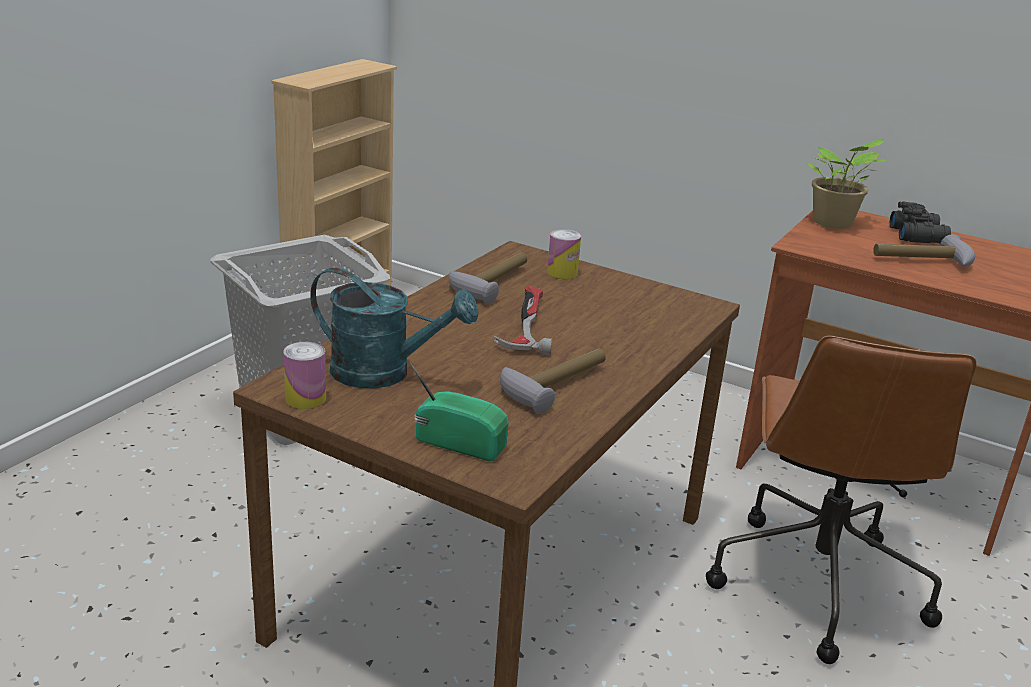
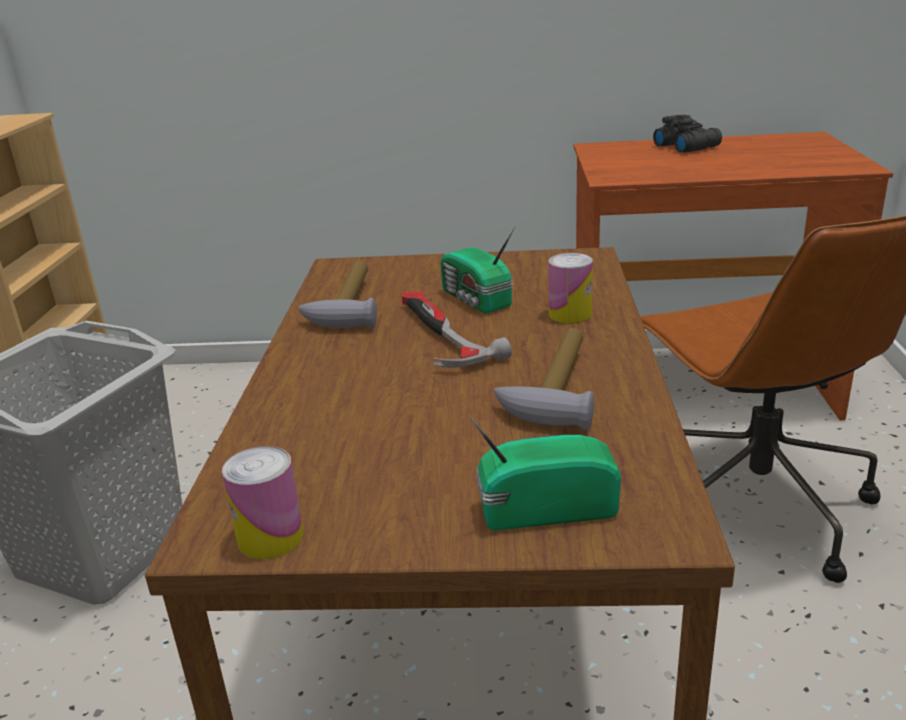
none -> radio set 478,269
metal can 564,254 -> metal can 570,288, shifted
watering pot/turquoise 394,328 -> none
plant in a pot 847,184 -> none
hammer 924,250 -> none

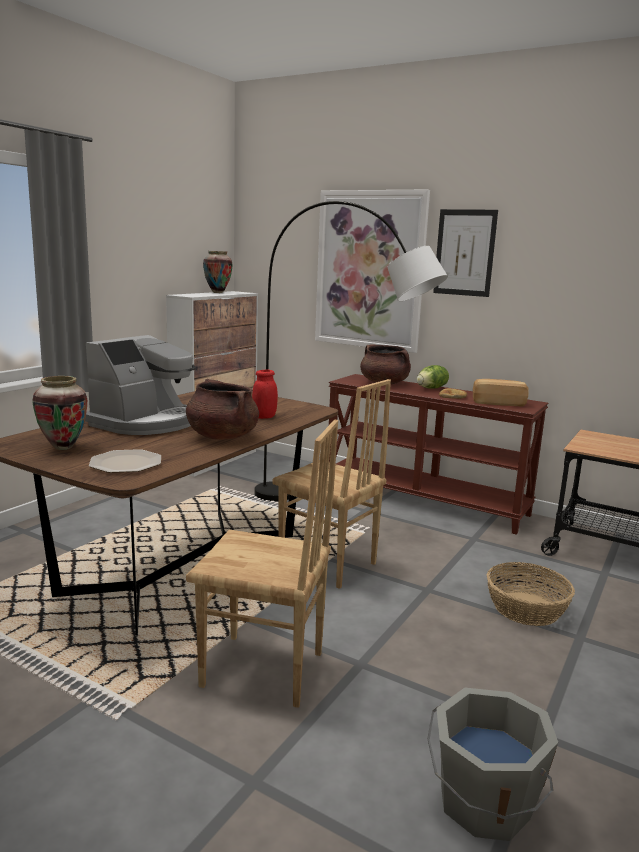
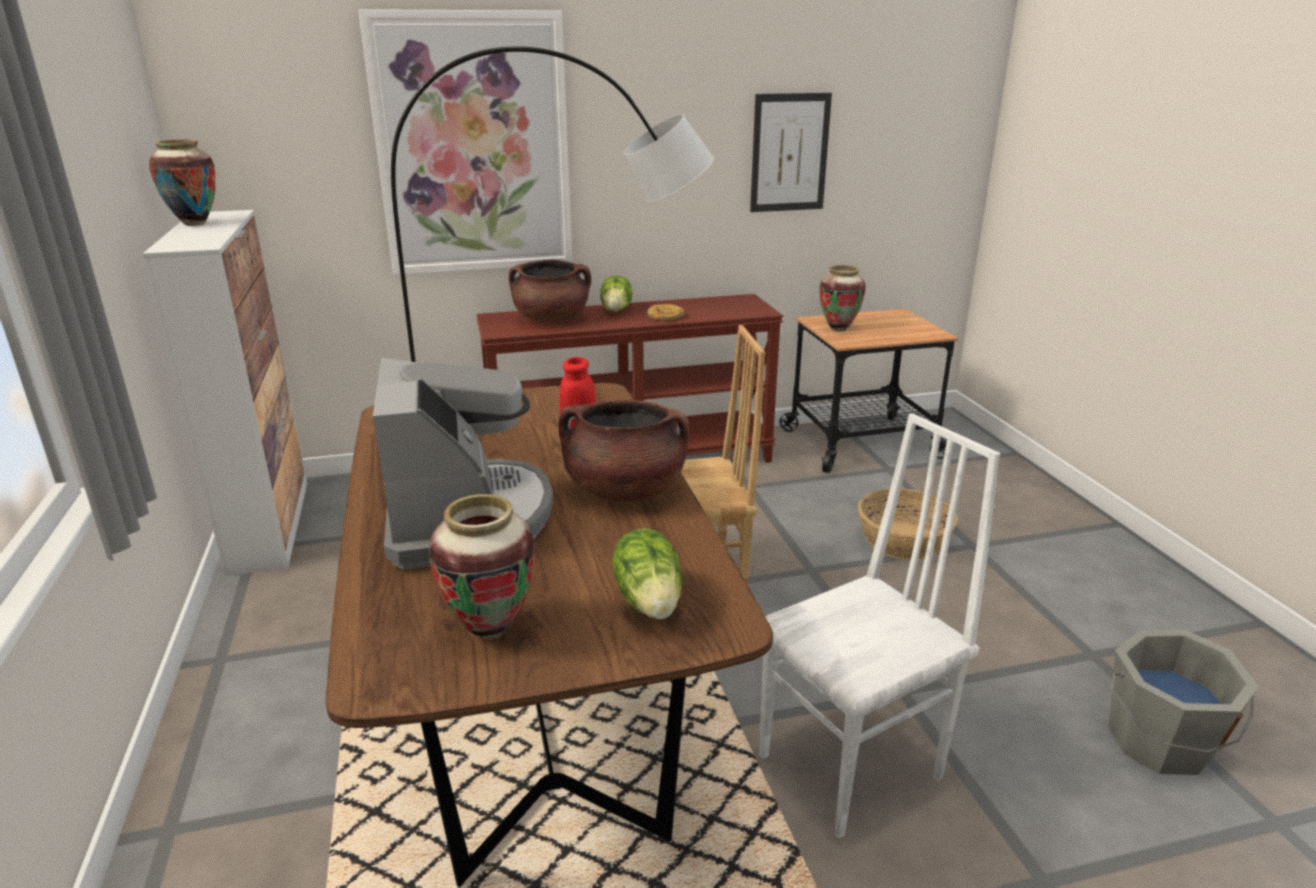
dinner plate 125,461 -> head of lettuce 647,573
wall art 465,253 -> wall art 791,152, shifted
upright chair/brown 262,564 -> upright chair/white-coloured 879,625
none -> decorative vase 843,298
baked bread 500,392 -> none

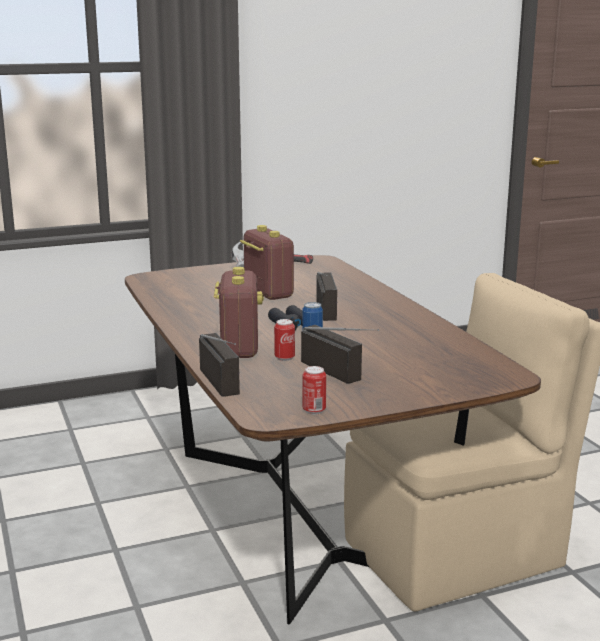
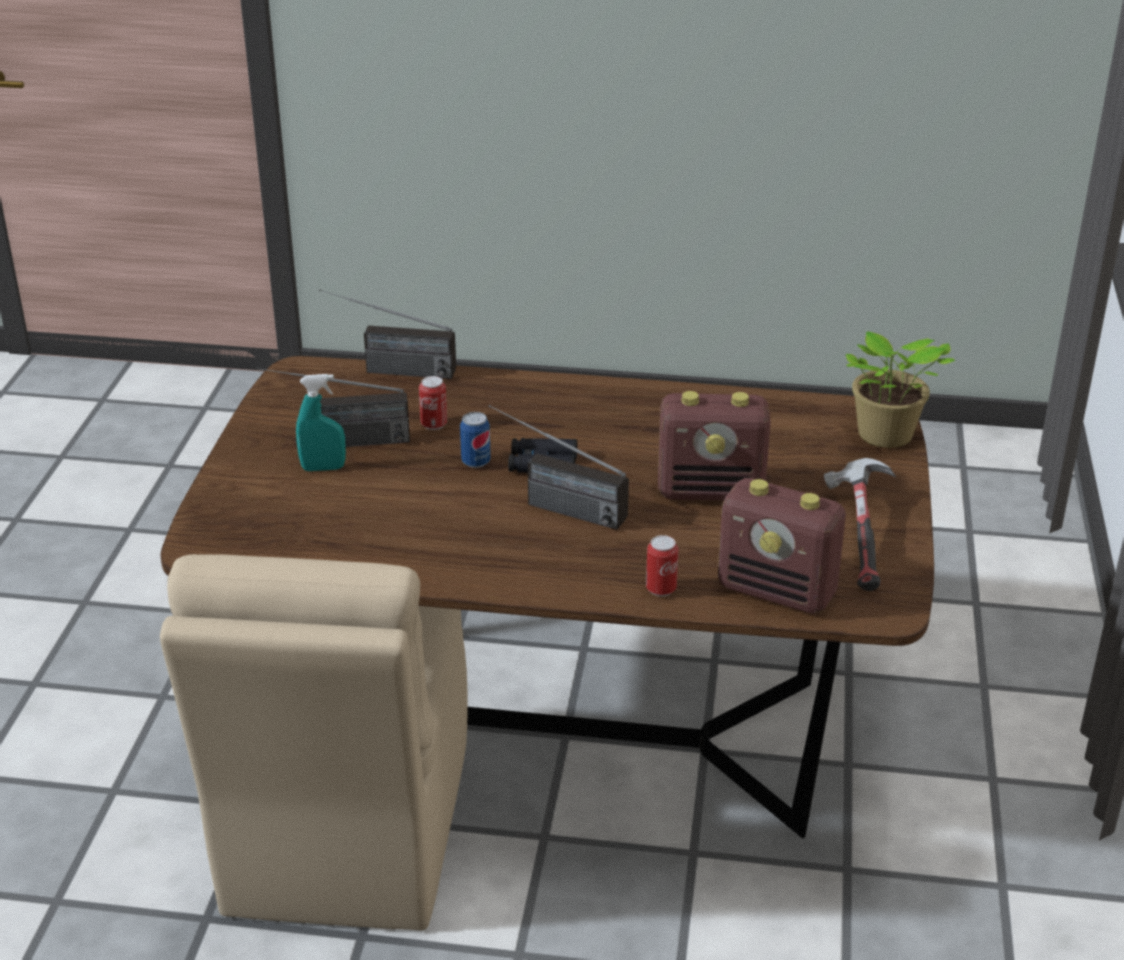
none -> sprayer/turquoise 321,422
metal can 314,390 -> metal can 662,566, shifted
radio set 239,312 -> radio set 782,546, shifted
none -> plant in a pot 900,389

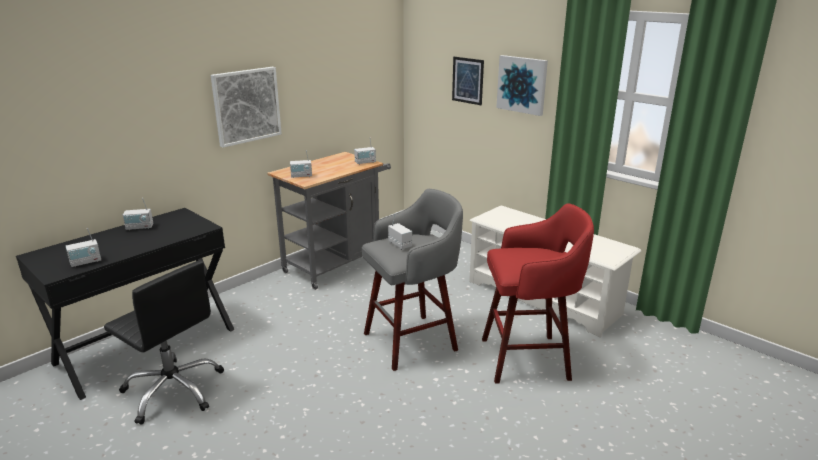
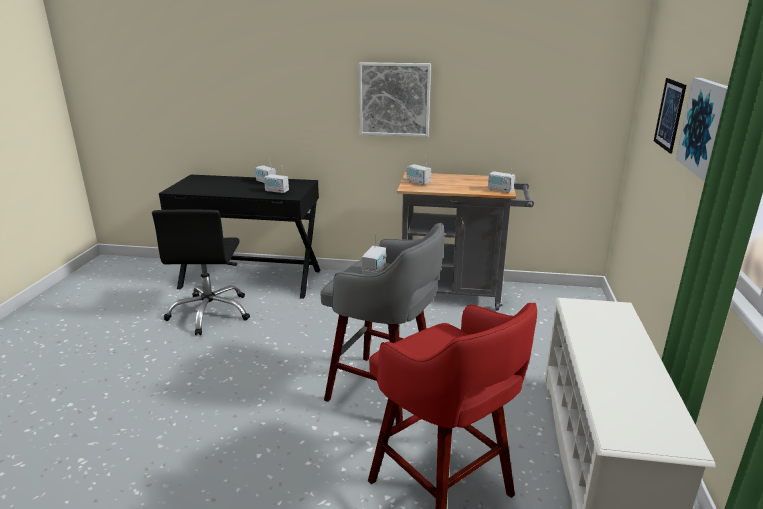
radio set 83,247 -> radio set 276,179, shifted

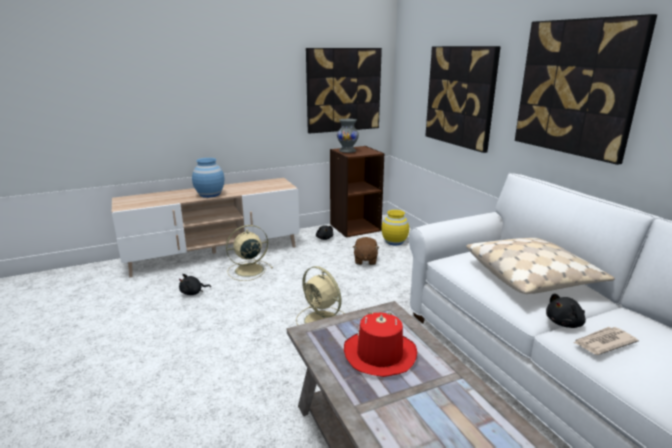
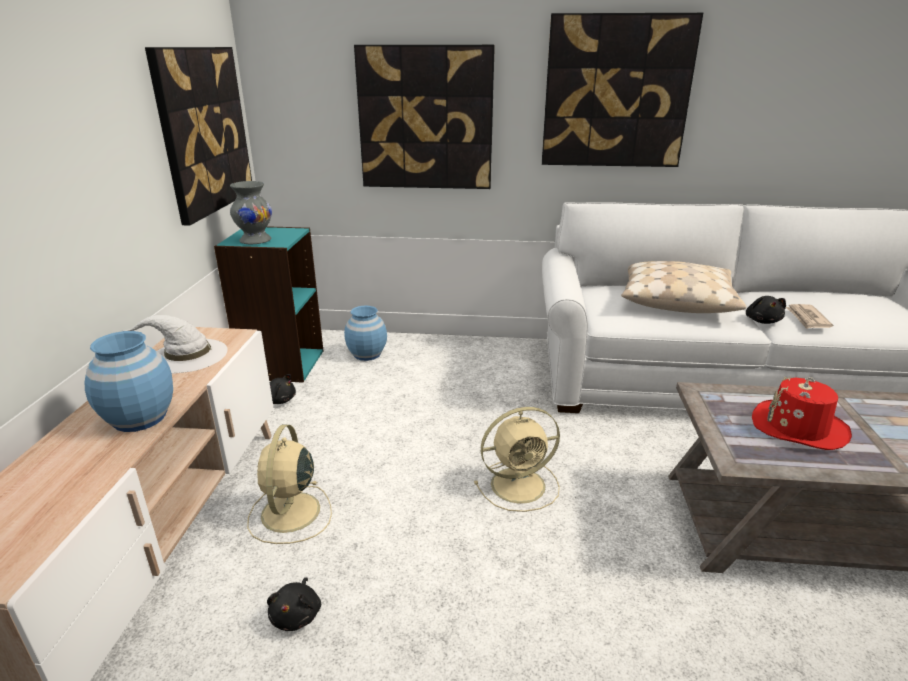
none -> clothing hat/white-coloured 174,344
shelving unit/brown 357,192 -> shelving unit/turquoise 269,304
decorative vase/yellow-coloured 395,227 -> decorative vase/blue-coloured 365,333
plush toy/brown 366,251 -> none

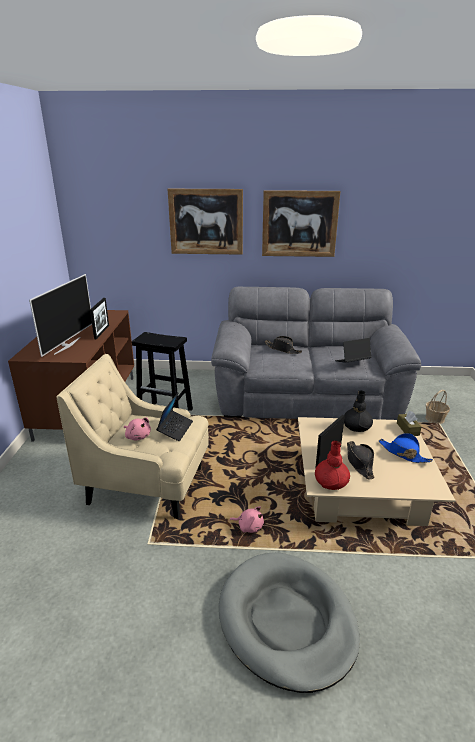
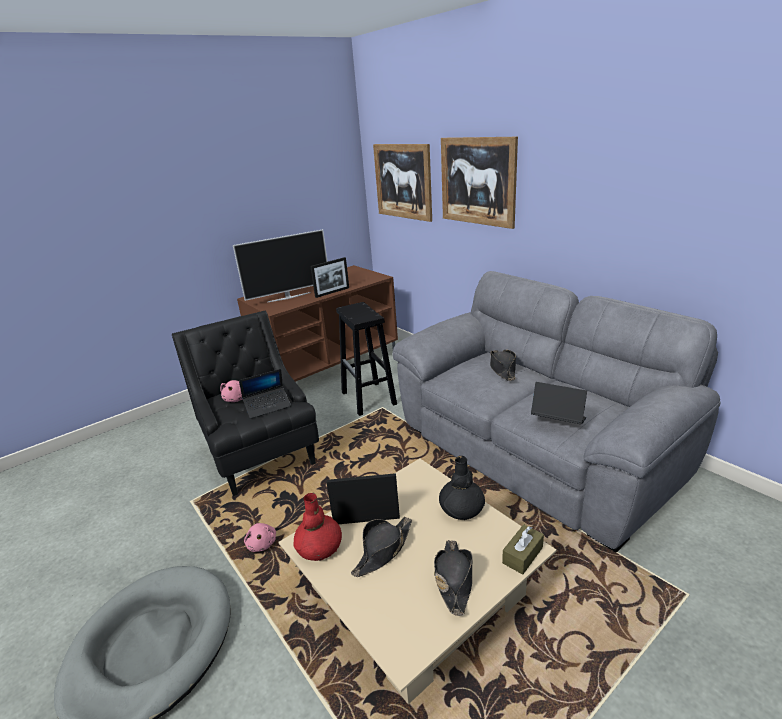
lounge chair/beige-coloured 132,436 -> lounge chair/black-coloured 245,403
wall art 301,223 -> wall art 402,183, shifted
clothing hat/blue-coloured 406,448 -> clothing hat/black-coloured 453,578
household basket 437,407 -> none

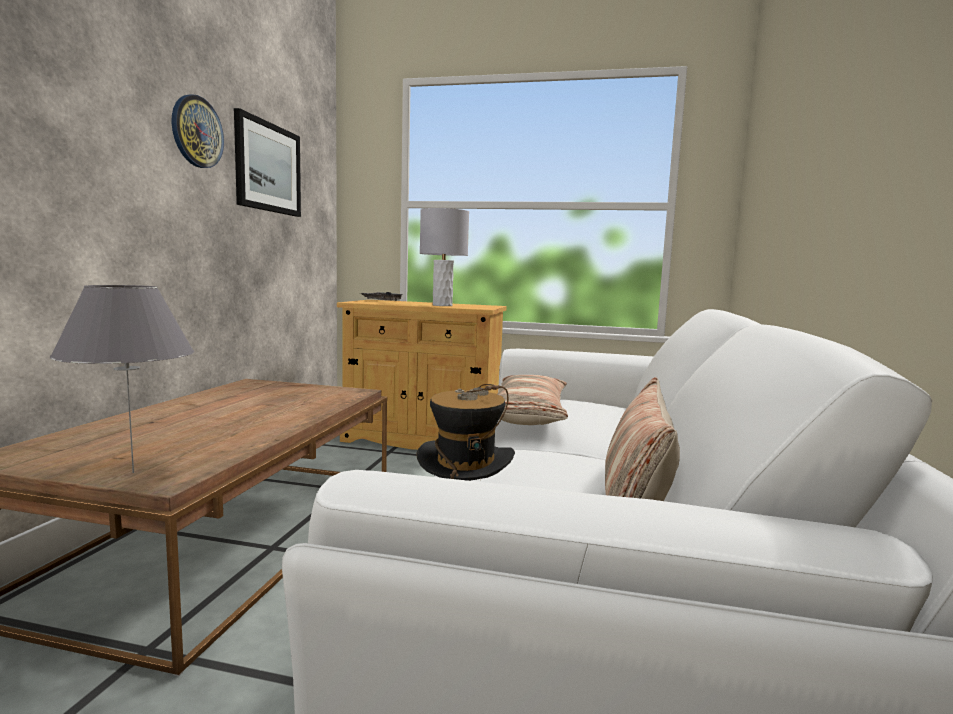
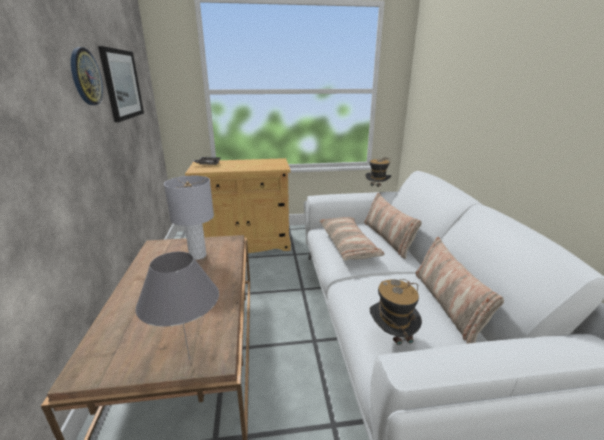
tabletop lamp/gray 444,257 -> tabletop lamp/gray 189,218, shifted
none -> pillow 393,226
none -> clothing hat 378,172

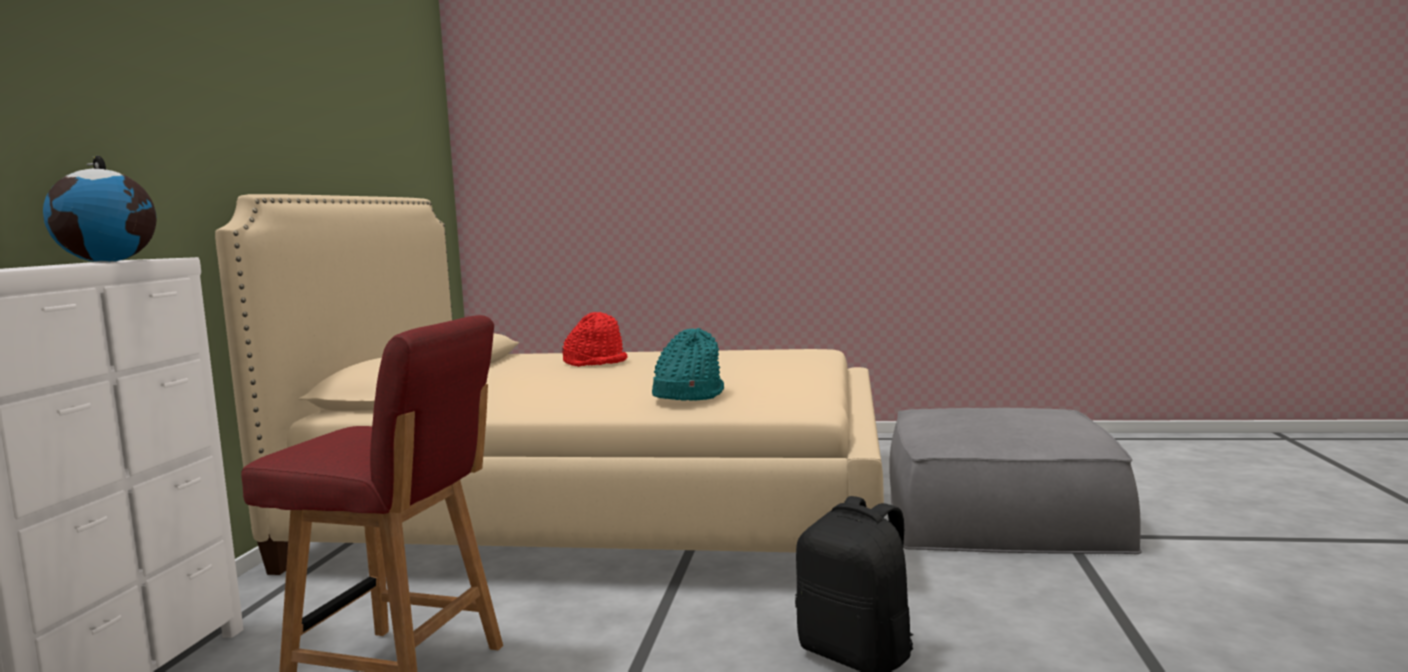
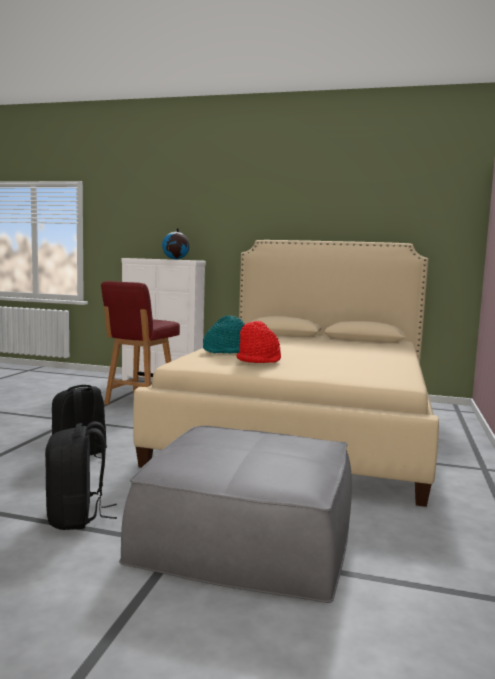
none -> knapsack/black-coloured 81,475
clothing hat/red 594,339 -> clothing hat/red 258,342, shifted

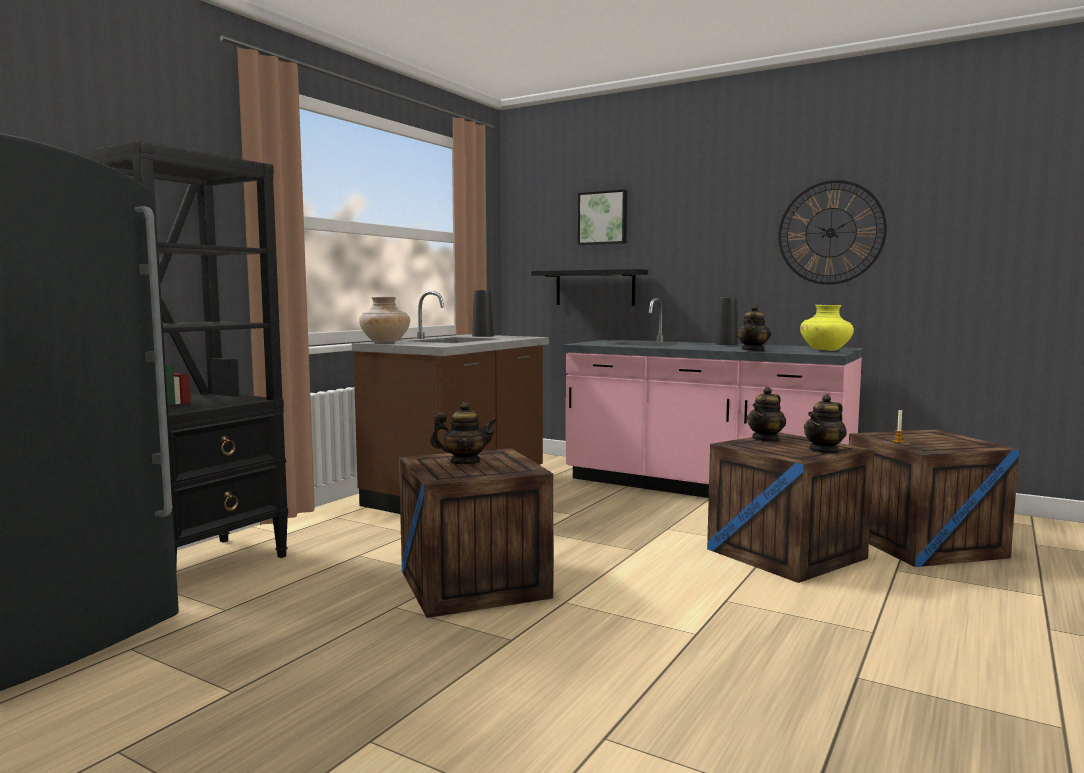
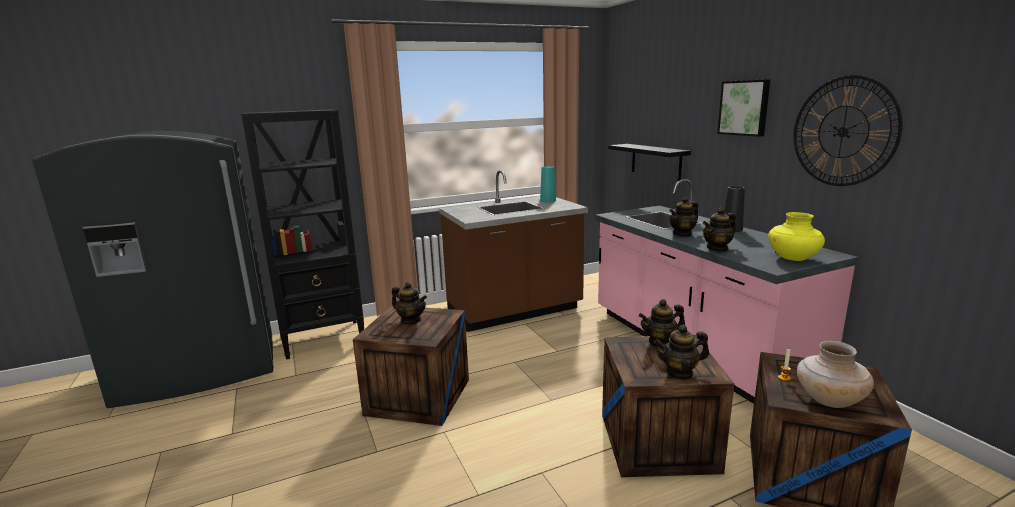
decorative vase/black-coloured 483,313 -> decorative vase/turquoise 548,184
none -> tea pot 683,217
wall art 602,217 -> wall art 743,108, shifted
decorative vase/beige-coloured 384,320 -> decorative vase/beige-coloured 835,374, shifted

